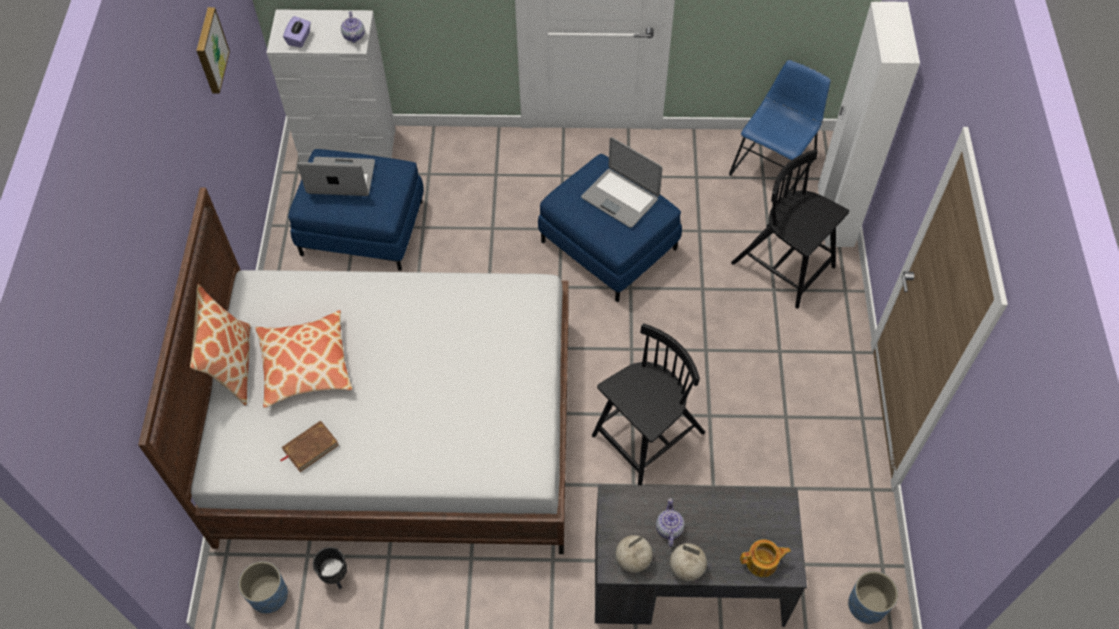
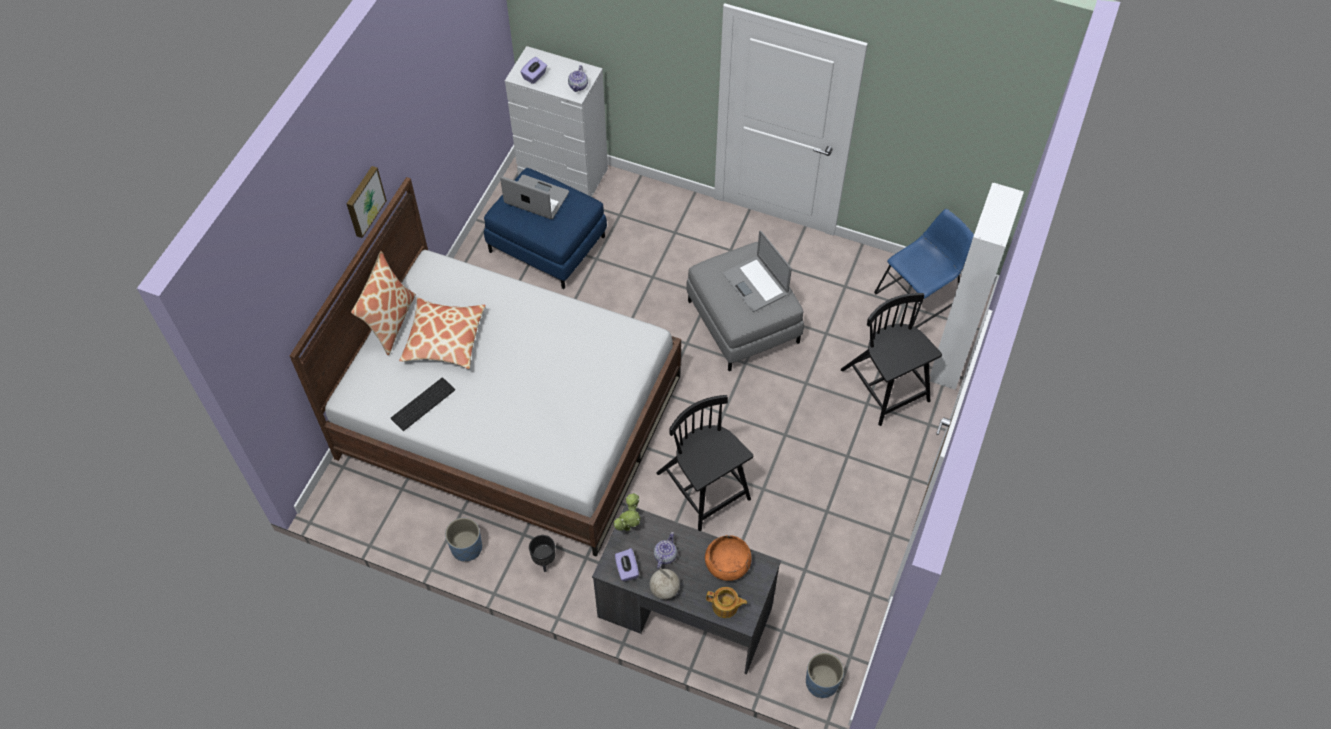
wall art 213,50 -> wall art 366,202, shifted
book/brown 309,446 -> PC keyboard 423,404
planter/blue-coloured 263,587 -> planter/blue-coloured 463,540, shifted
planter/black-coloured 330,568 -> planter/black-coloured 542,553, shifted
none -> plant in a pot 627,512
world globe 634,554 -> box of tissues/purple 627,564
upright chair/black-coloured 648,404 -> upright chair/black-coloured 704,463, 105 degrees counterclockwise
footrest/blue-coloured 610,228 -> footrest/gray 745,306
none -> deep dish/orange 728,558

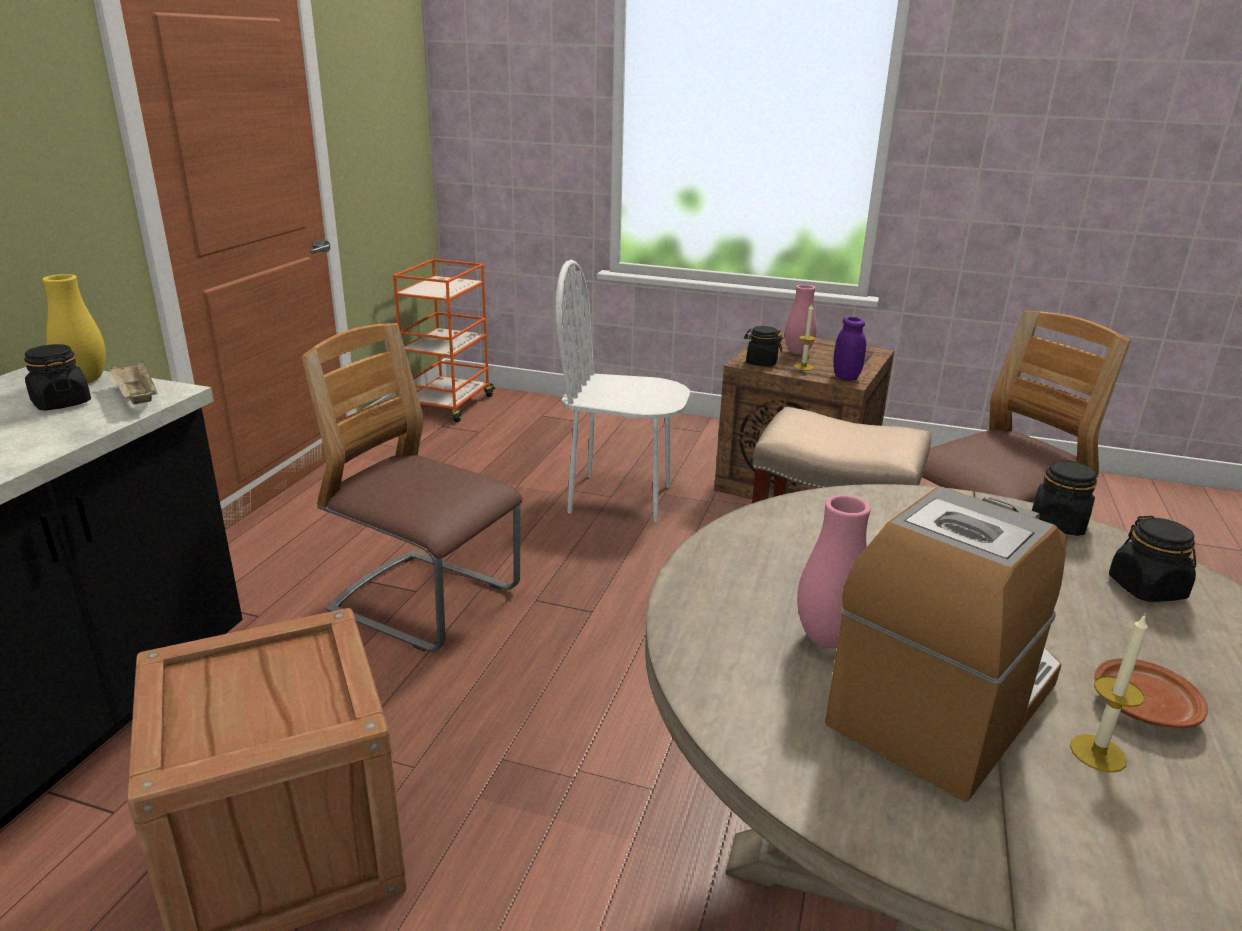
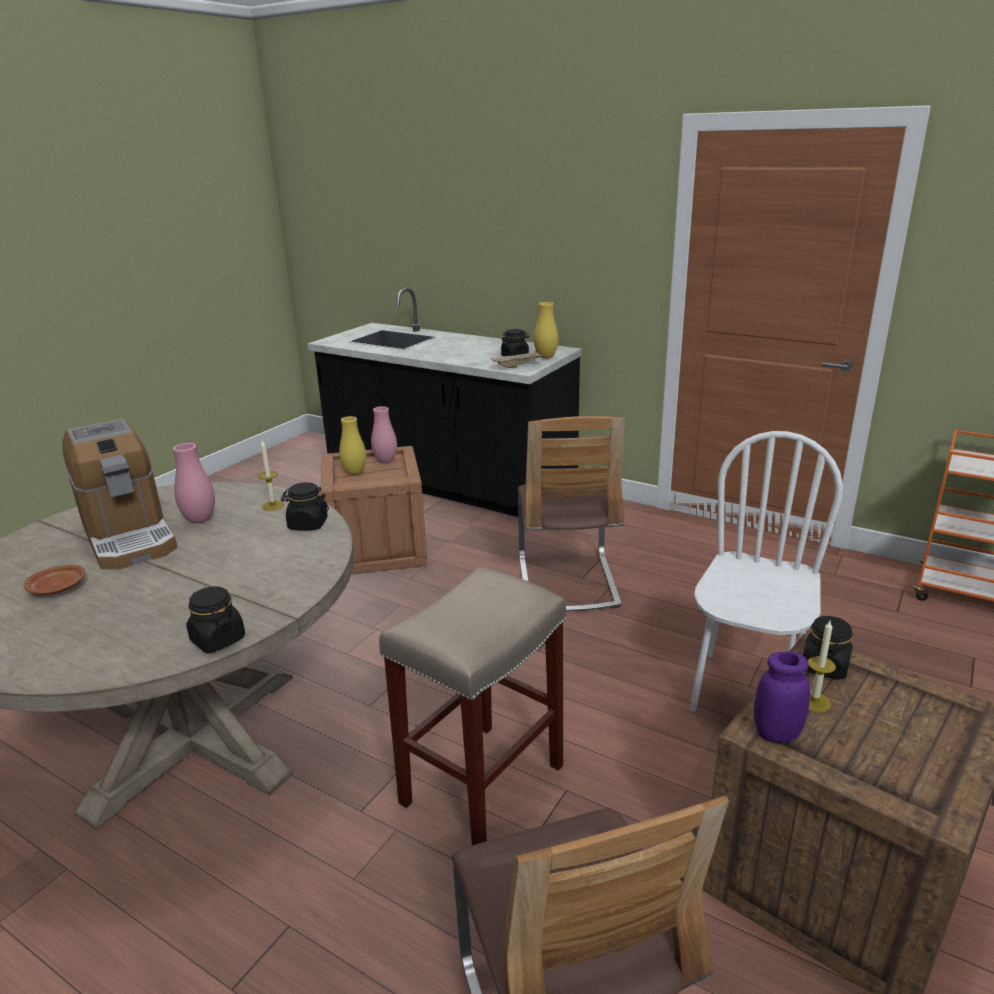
wax candle 1109,693 -> wax candle 271,475, shifted
preserve jar/black-coloured 1152,559 -> preserve jar/black-coloured 305,506, shifted
none -> decorative vase/yellow-coloured 352,445
decorative vase/pink 801,320 -> decorative vase/pink 384,434, shifted
upright chair 411,487 -> upright chair 571,513, 135 degrees clockwise

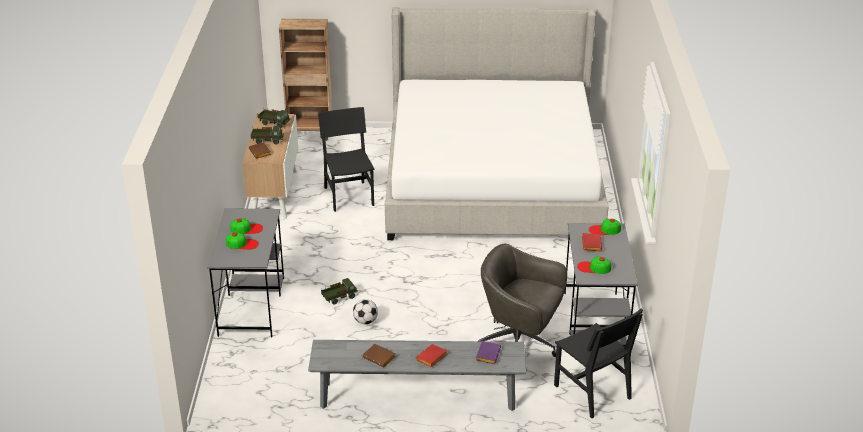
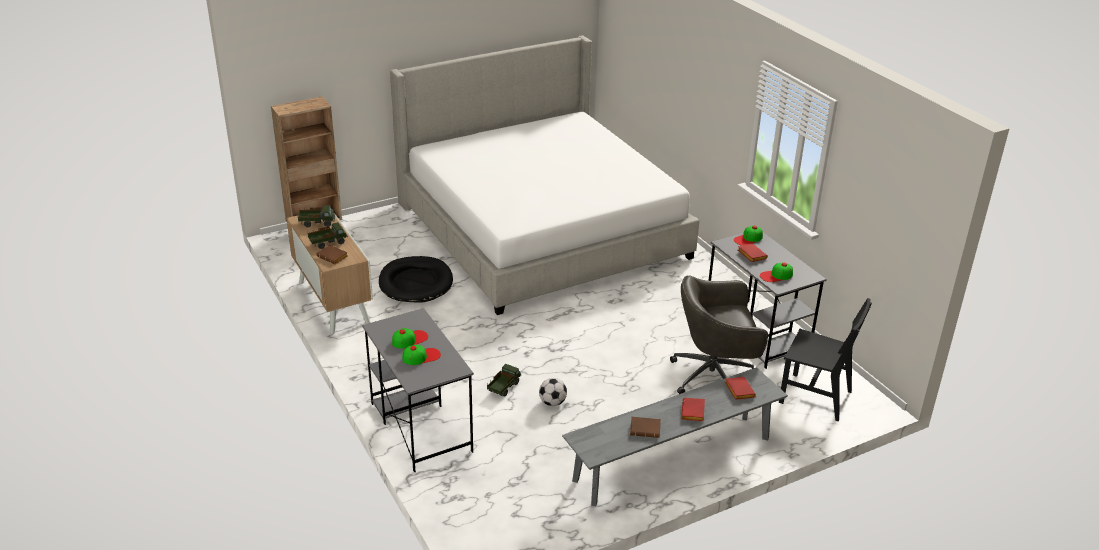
upright chair/black-coloured 346,159 -> pet bed/black-coloured 416,279
book/purple 488,352 -> book/red 740,388

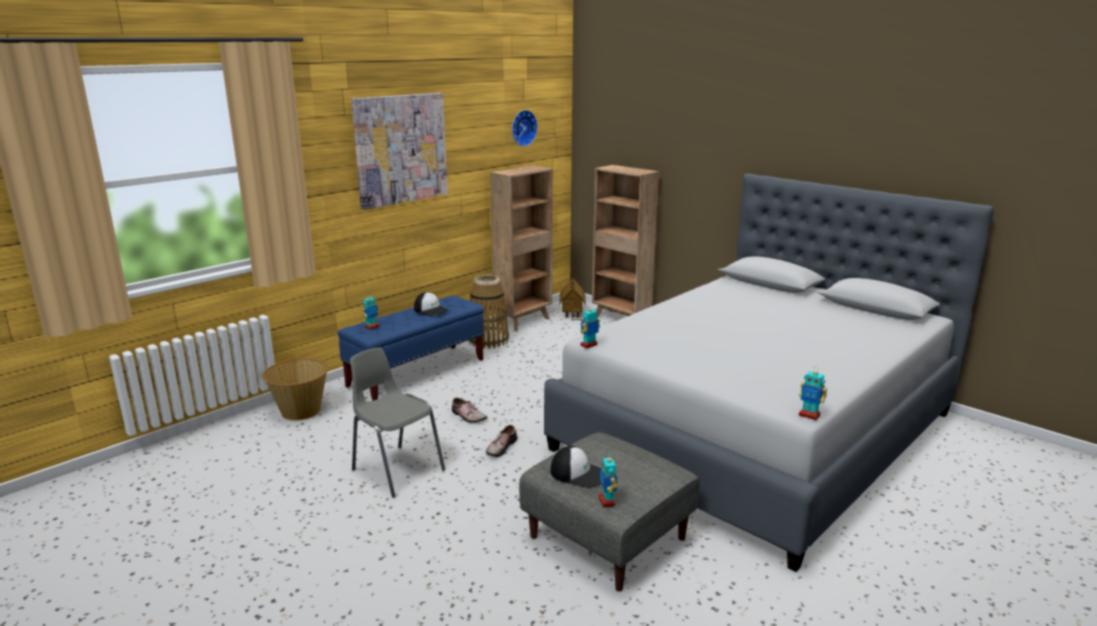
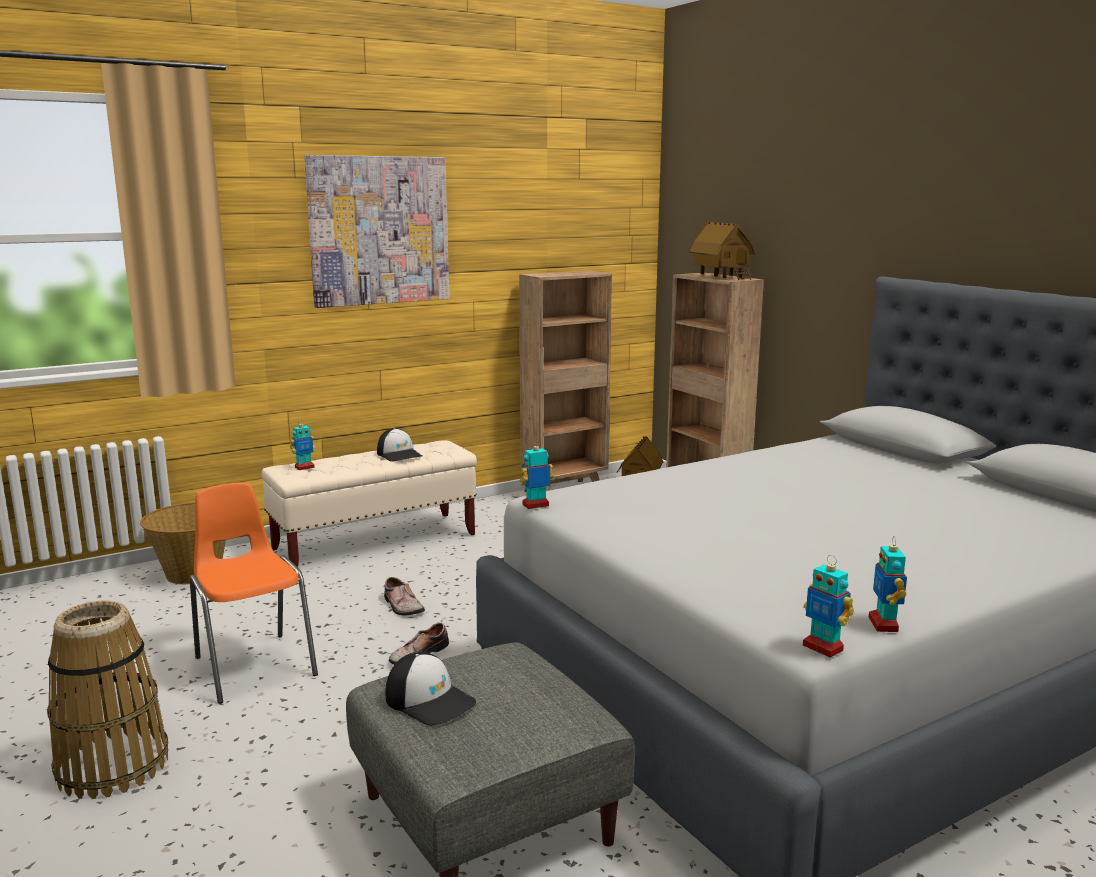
household basket 488,312 -> household basket 107,700, shifted
upright chair/gray 397,422 -> upright chair/orange 254,593
long seat/blue-coloured 411,348 -> long seat/beige-coloured 369,503
none -> toy house 722,251
robot figure 608,480 -> robot figure 888,584, shifted
hanging clock 525,128 -> none

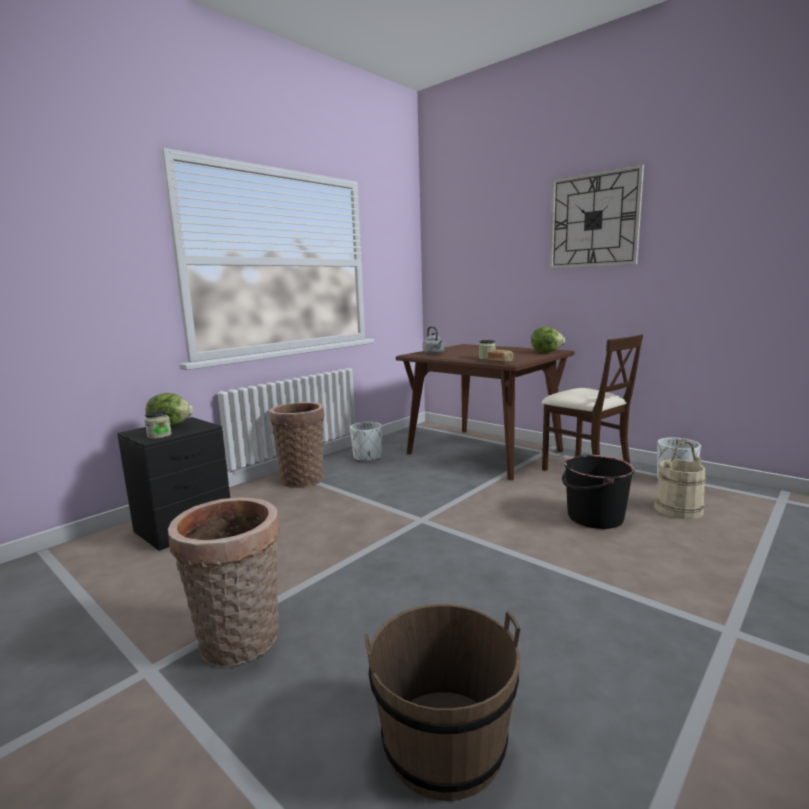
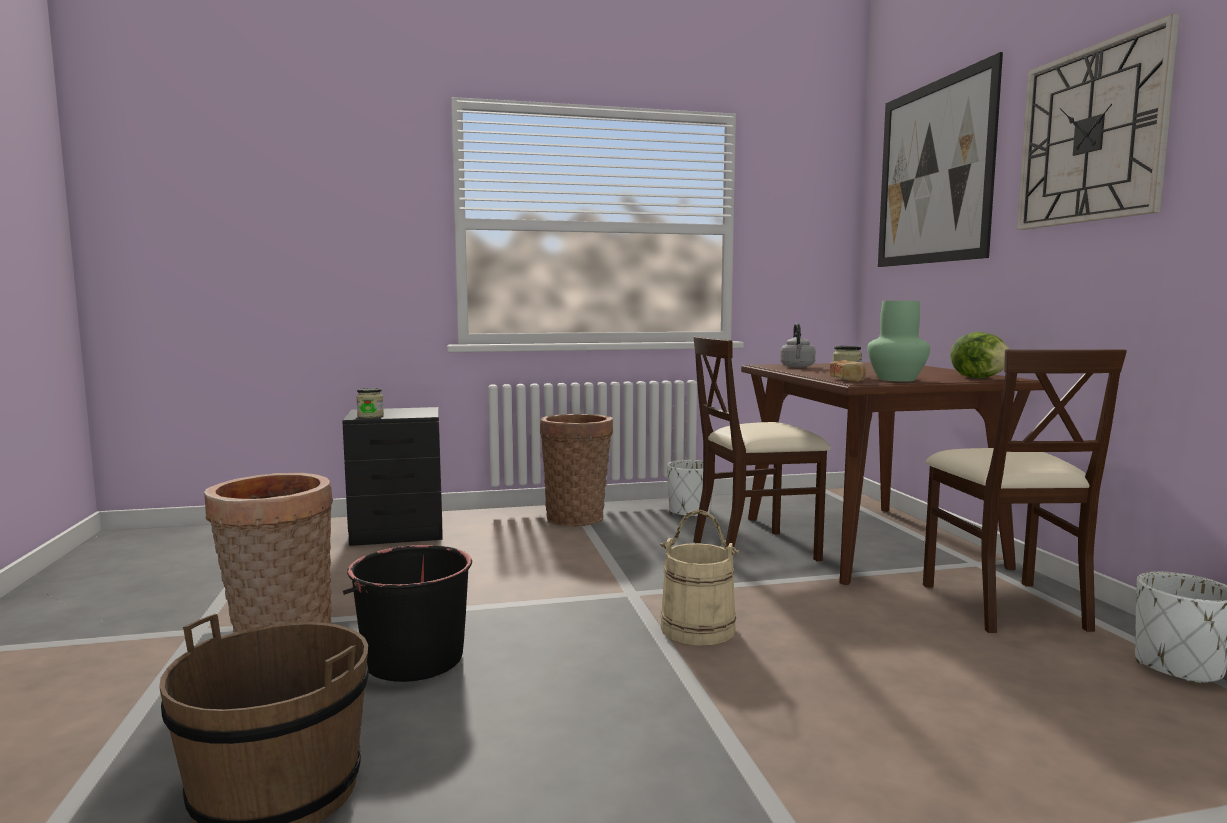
water bucket/black-coloured 598,492 -> water bucket/black-coloured 407,613, shifted
water bucket/beige-coloured 680,479 -> water bucket/beige-coloured 699,577, shifted
none -> upright chair/beige-coloured 762,448
none -> decorative vase/green-coloured 898,341
none -> wall art 940,159
head of lettuce 169,410 -> none

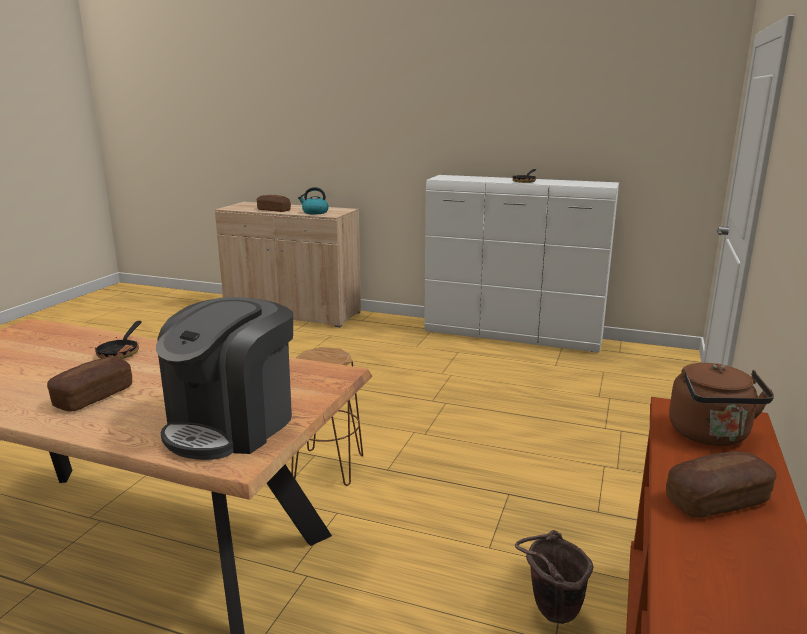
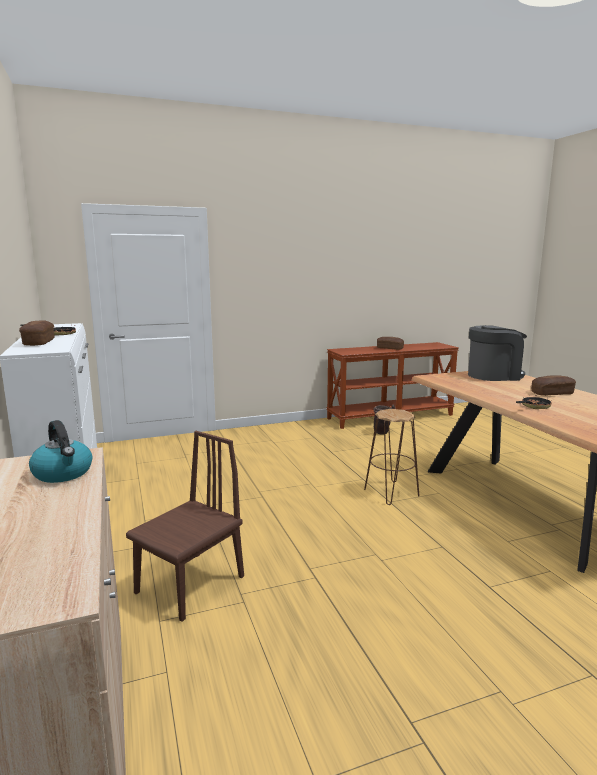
baked bread 274,203 -> baked bread 37,333, shifted
none -> upright chair/brown 185,526
water kettle/brown 721,404 -> none

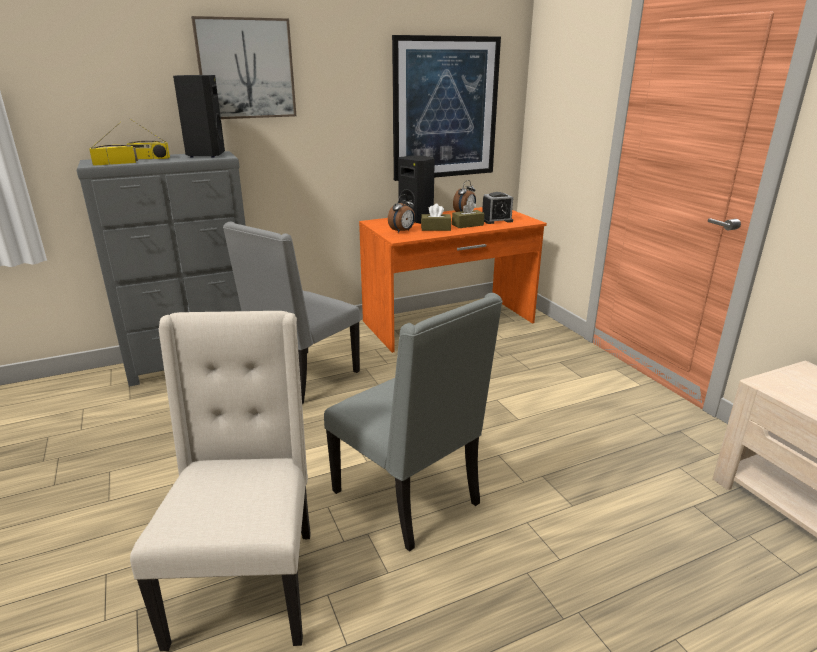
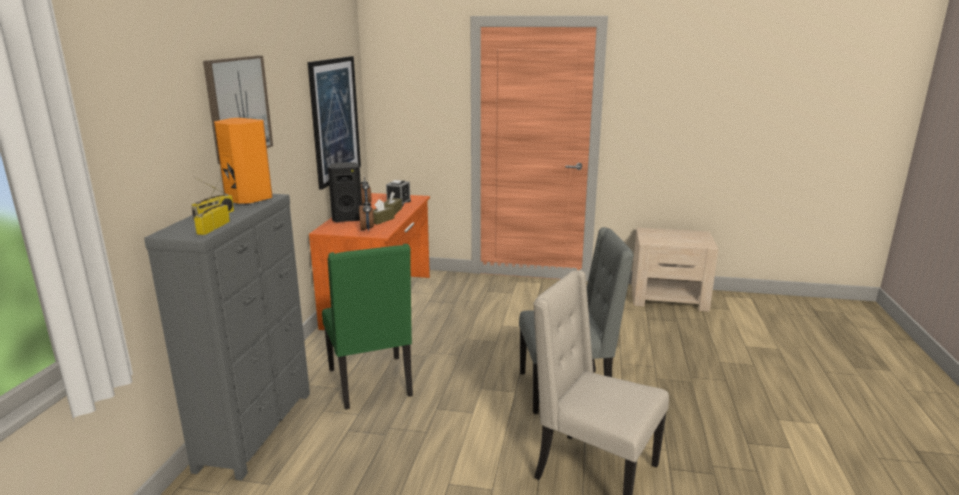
loudspeaker/black-coloured 199,116 -> loudspeaker/orange 243,161
upright chair/gray 291,313 -> upright chair/green-coloured 367,326

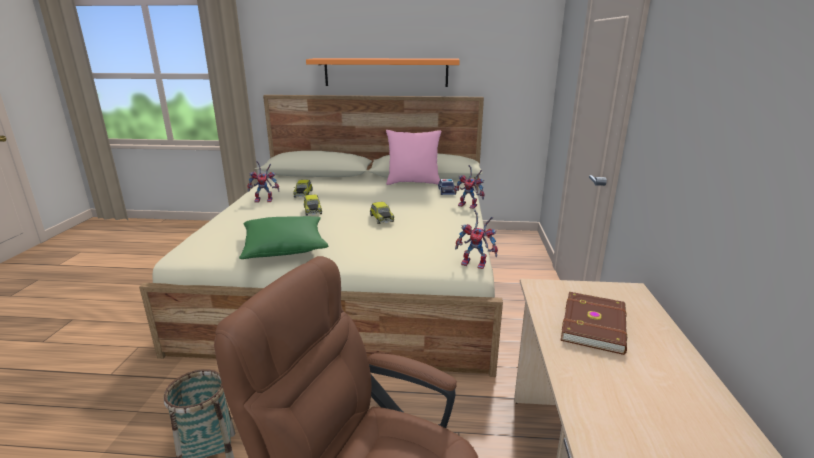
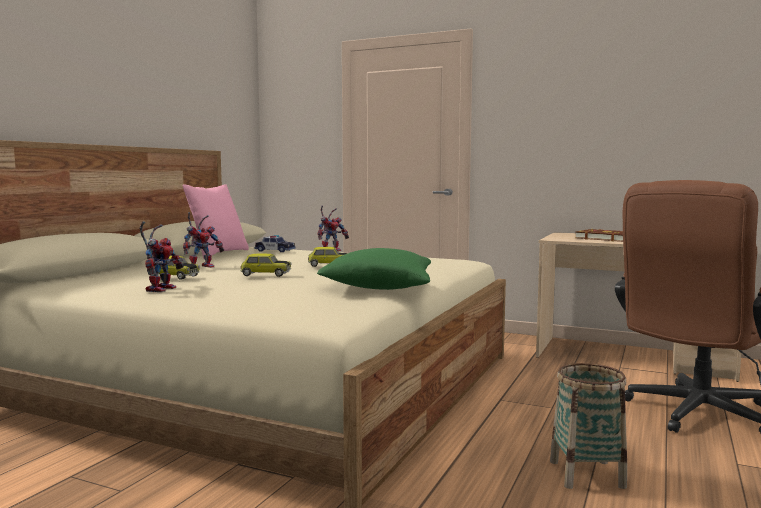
robot figure 476,239 -> robot figure 203,240, shifted
bracket shelf/orange 383,72 -> none

